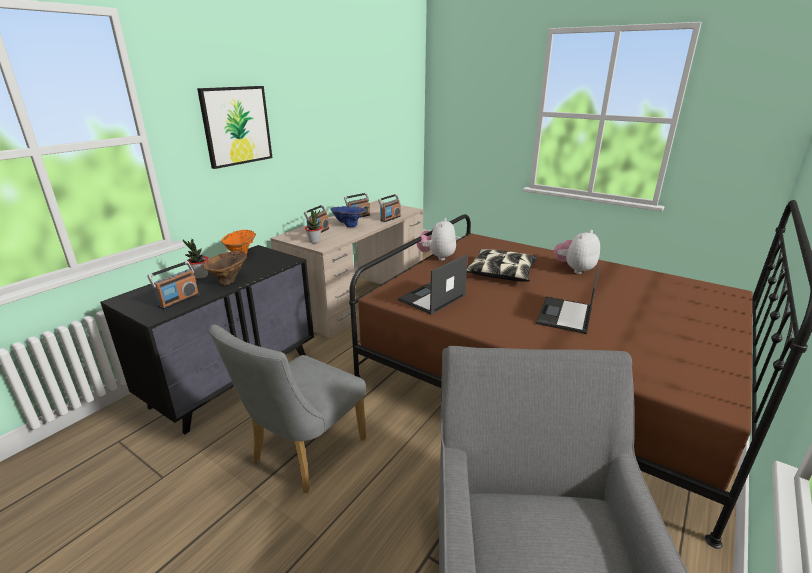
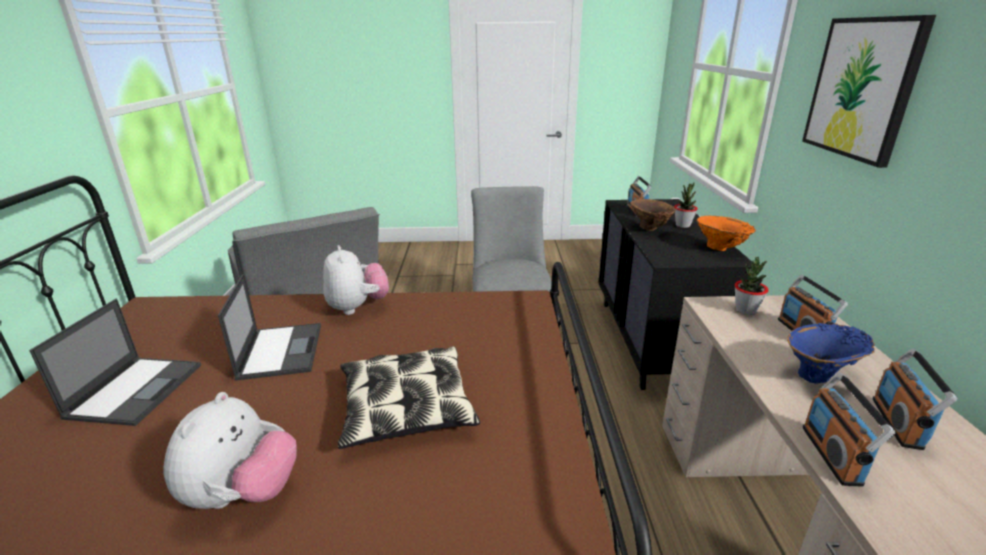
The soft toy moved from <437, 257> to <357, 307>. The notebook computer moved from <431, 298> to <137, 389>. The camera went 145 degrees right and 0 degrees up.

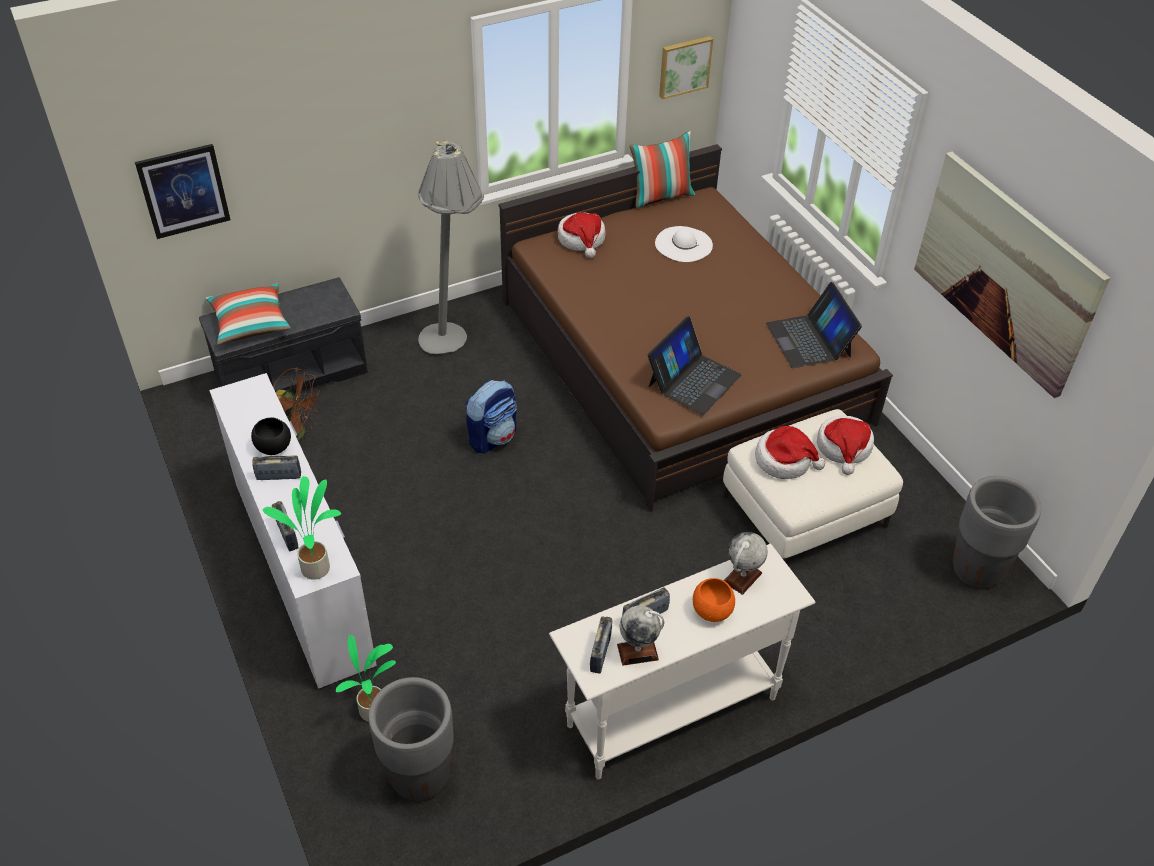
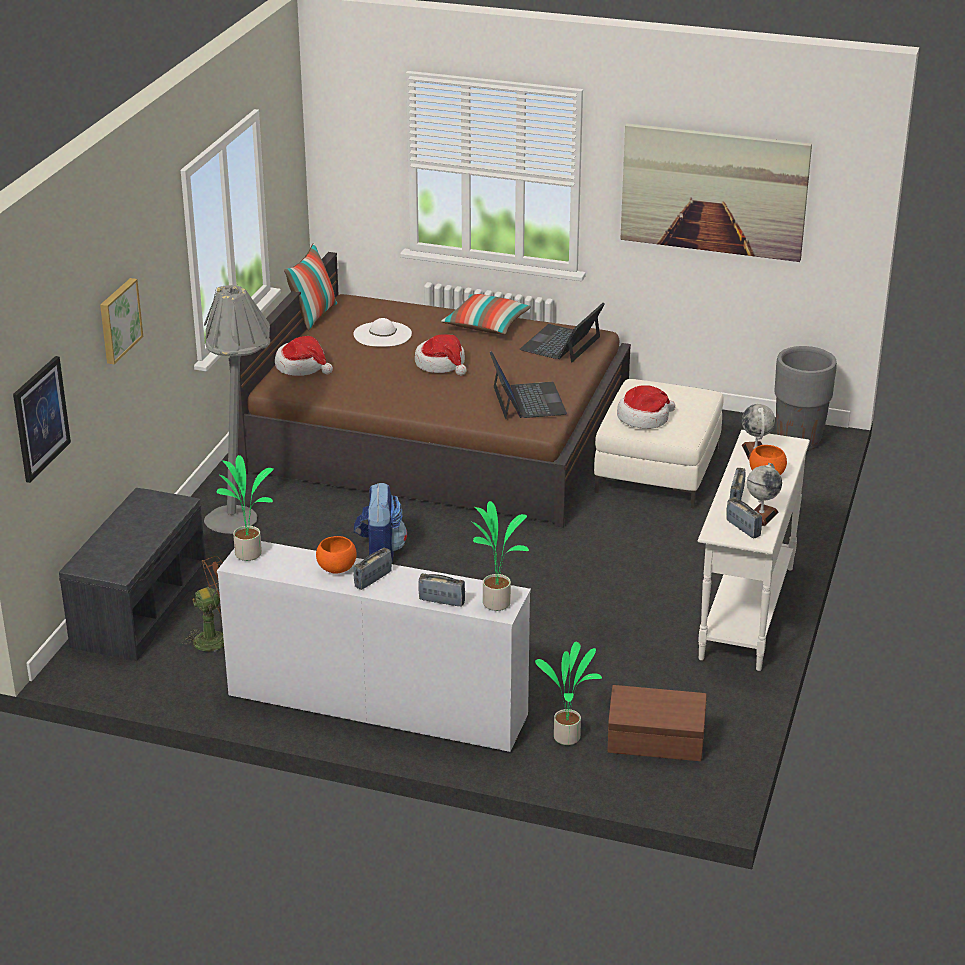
The picture moved from <684, 66> to <118, 320>. The notebook computer at <809, 340> turned 90 degrees clockwise. The cushion moved from <250, 323> to <486, 325>. The hat moved from <844, 448> to <441, 364>. The black-coloured deep dish at <273, 448> became the orangey deep dish at <337, 569>. The gray planter at <420, 777> was replaced by the brown storage container at <656, 744>. The potted plant at <248, 553> appeared. The camera went 45 degrees left and 15 degrees down.

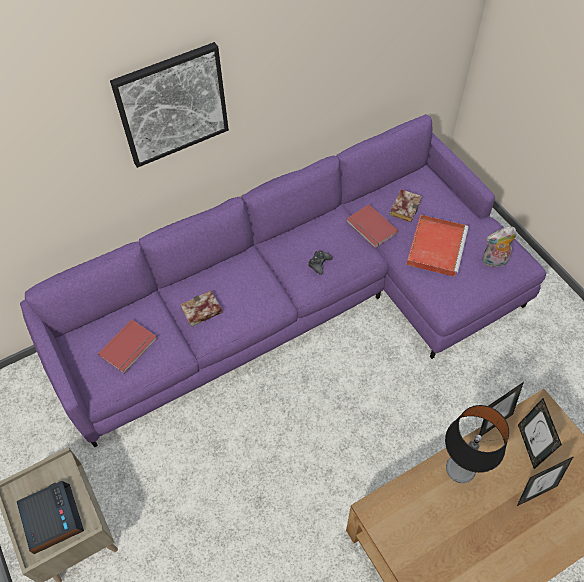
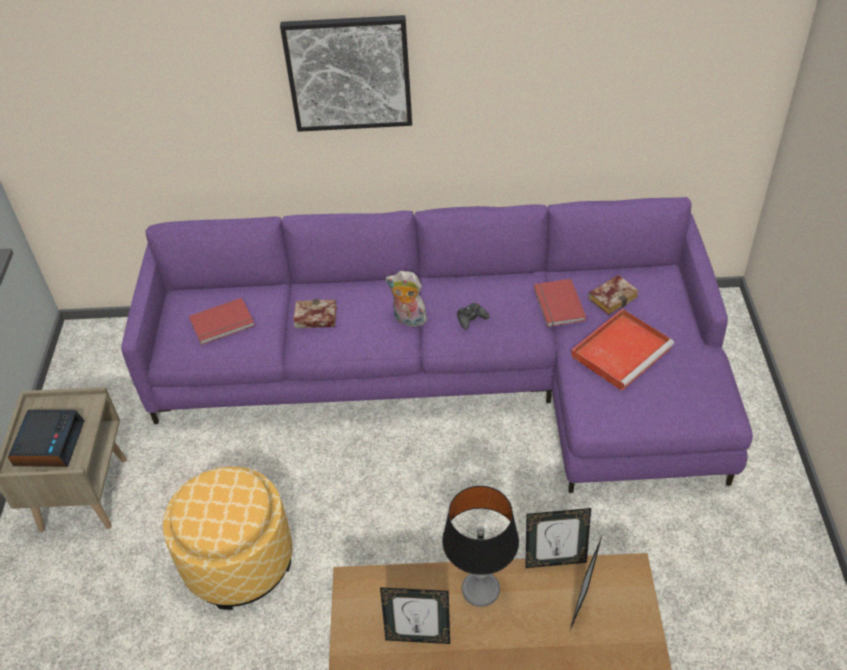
The soft toy moved from <494, 262> to <408, 320>. The standing frame moved from <534, 492> to <418, 637>. The footrest at <238, 561> appeared. The camera went 30 degrees right and 10 degrees down.

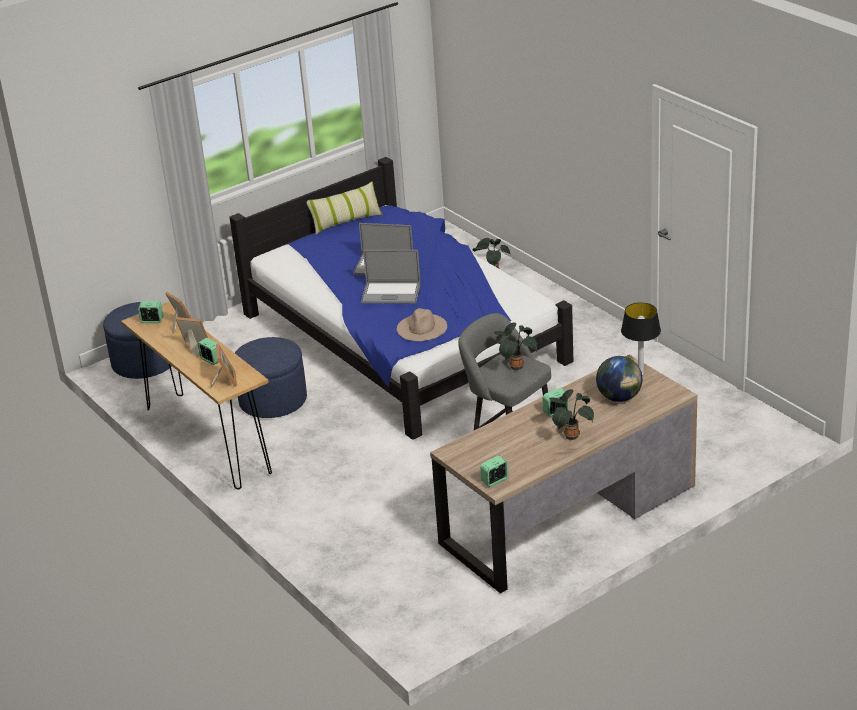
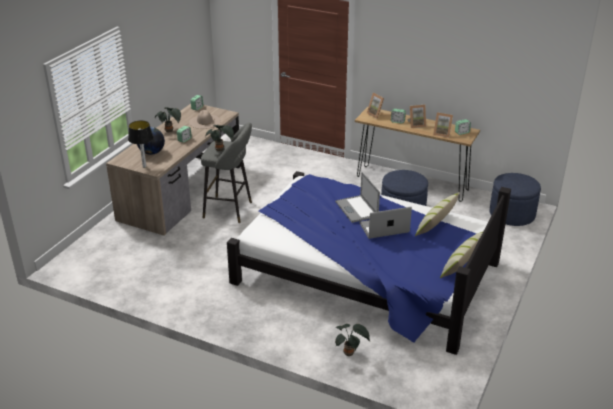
The notebook computer at <391, 293> turned 90 degrees counterclockwise. The beige hat moved from <422, 327> to <204, 121>. The cushion at <435, 224> appeared. The camera went 150 degrees right and 0 degrees up.

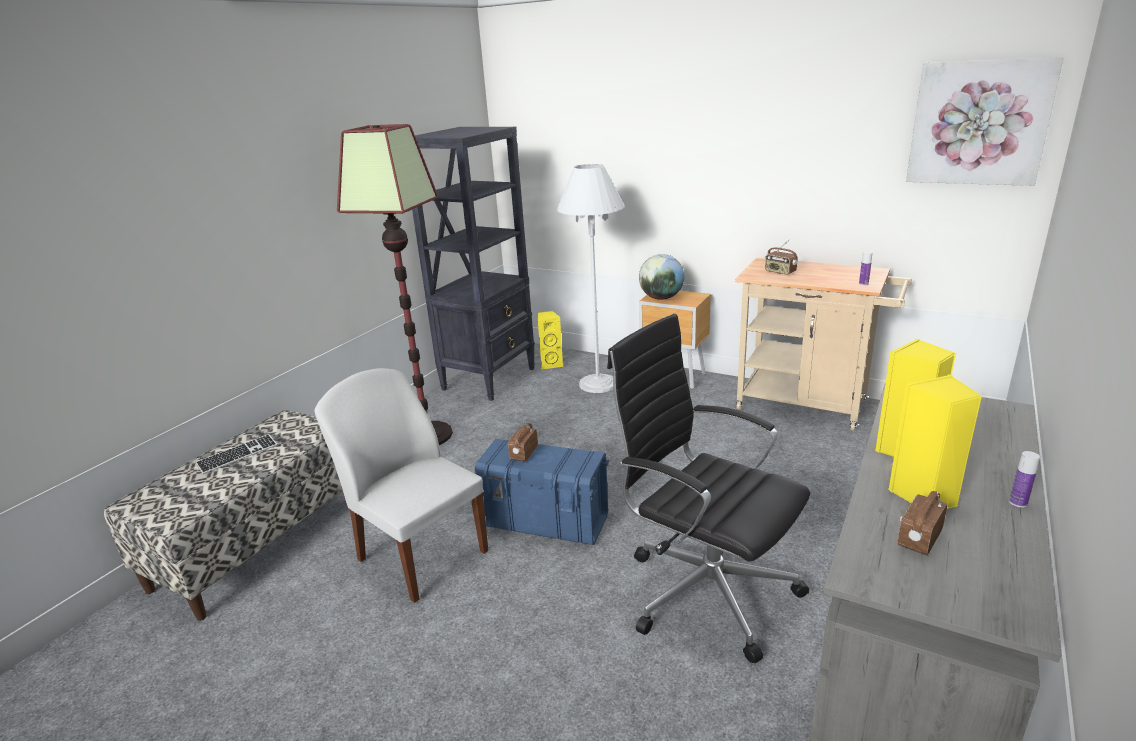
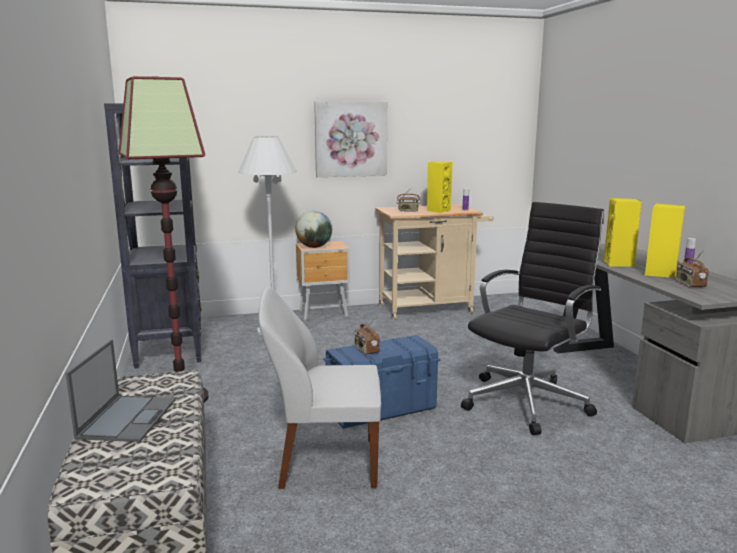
The picture moved from <979, 123> to <350, 139>. The yellowish loudspeaker moved from <551, 364> to <438, 211>. The black-coloured office chair at <705, 589> turned 135 degrees clockwise. The keyboard at <238, 455> was replaced by the notebook computer at <128, 418>. The camera went 45 degrees left and 10 degrees down.

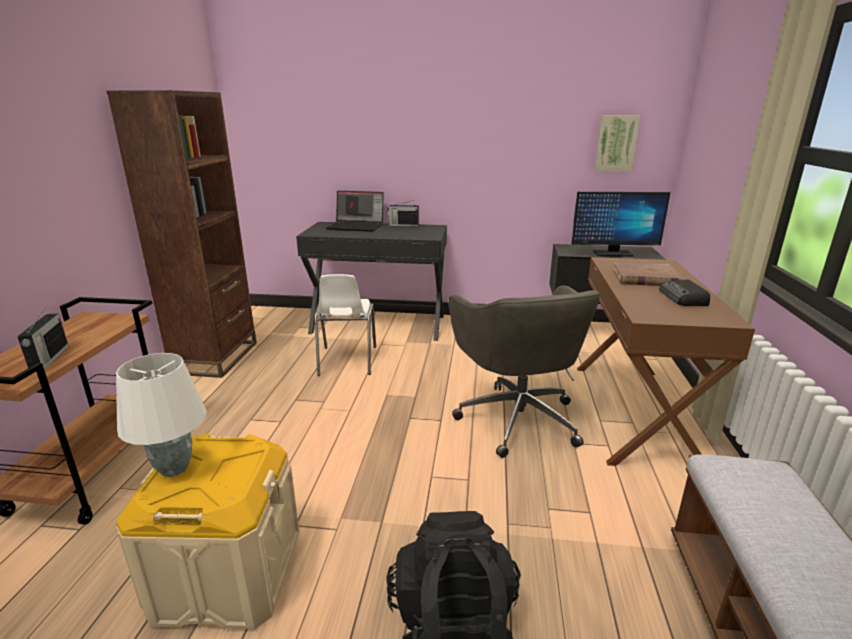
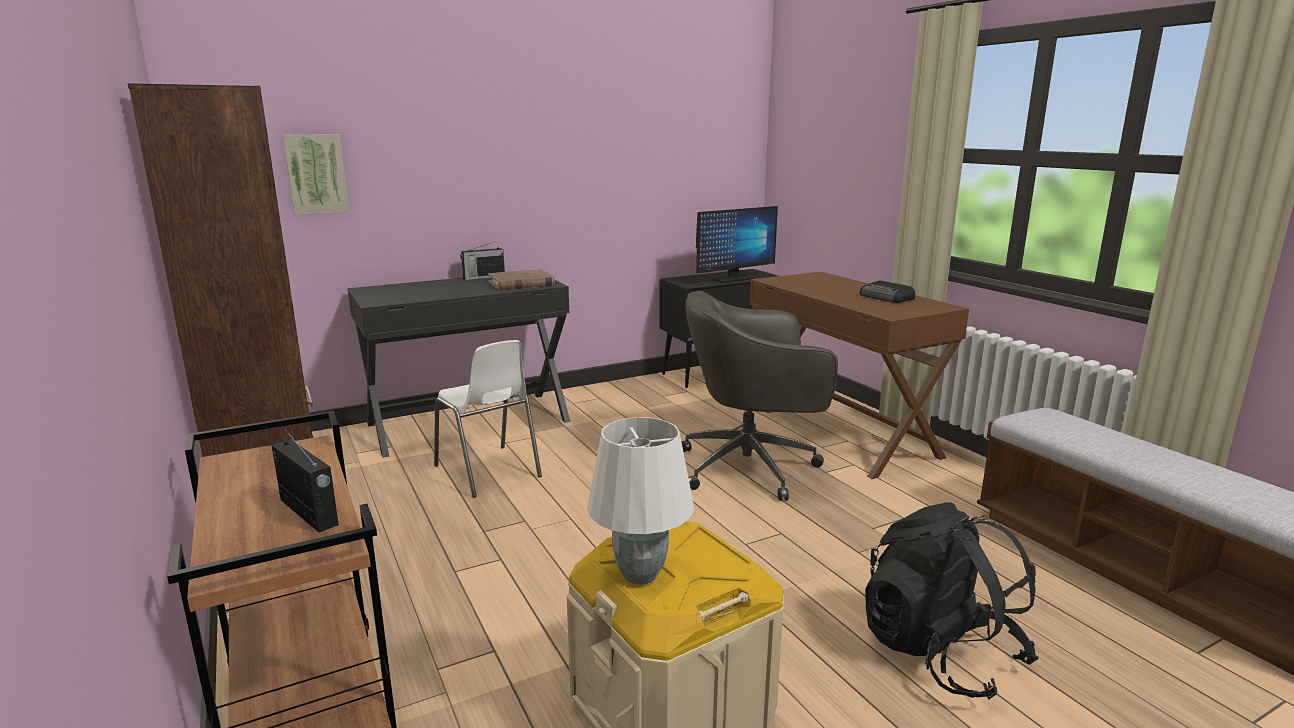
The picture moved from <616, 143> to <316, 174>. The notebook computer at <356, 226> disappeared. The brown bound book moved from <645, 278> to <521, 284>. The gray office chair at <517, 417> turned 135 degrees clockwise. The camera went 35 degrees left and 5 degrees down.

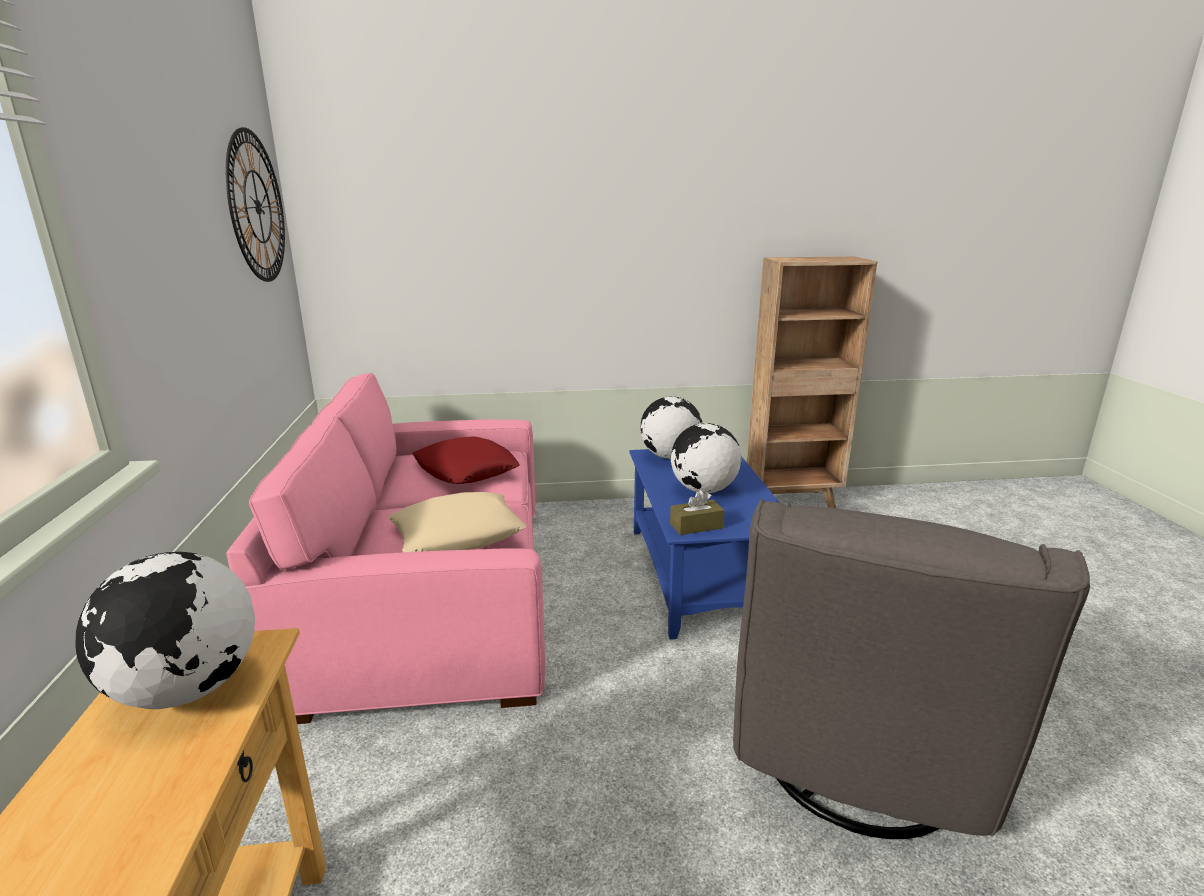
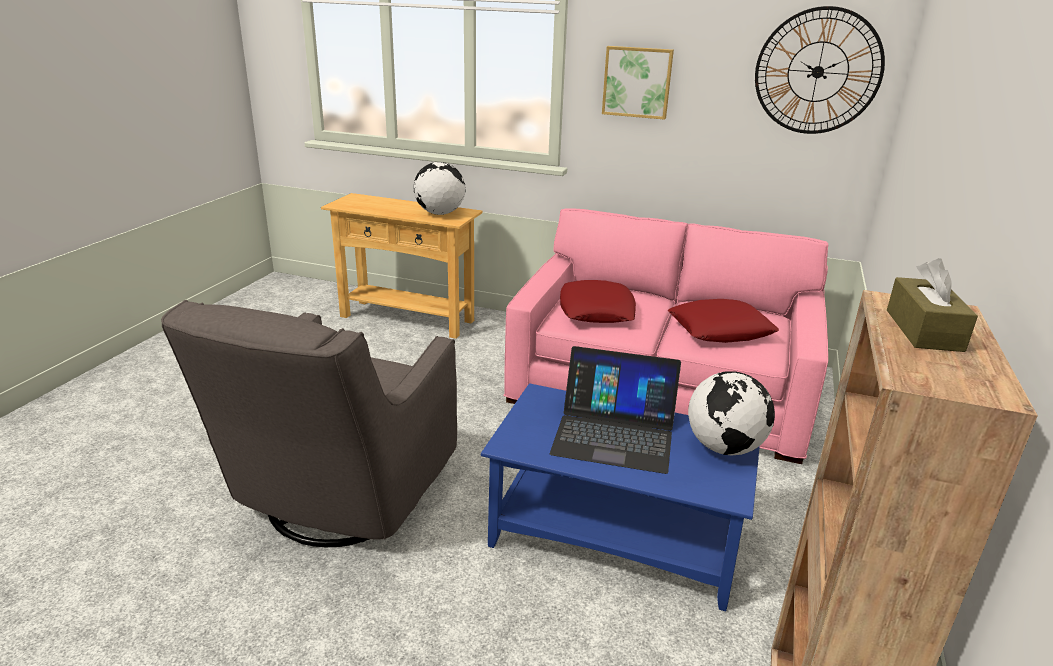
The globe at <703, 490> was replaced by the notebook computer at <614, 434>. The brown tissue box moved from <696, 526> to <923, 330>. The beige cushion at <458, 534> became the reddish cushion at <596, 310>. The gray armchair at <856, 762> turned 120 degrees counterclockwise. The picture at <637, 82> appeared. The camera went 115 degrees right and 5 degrees up.

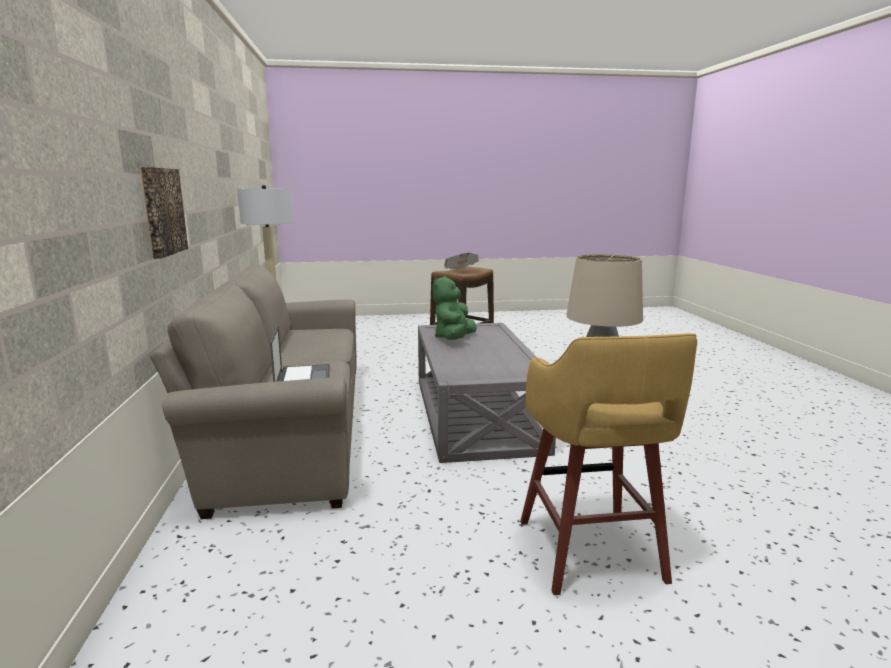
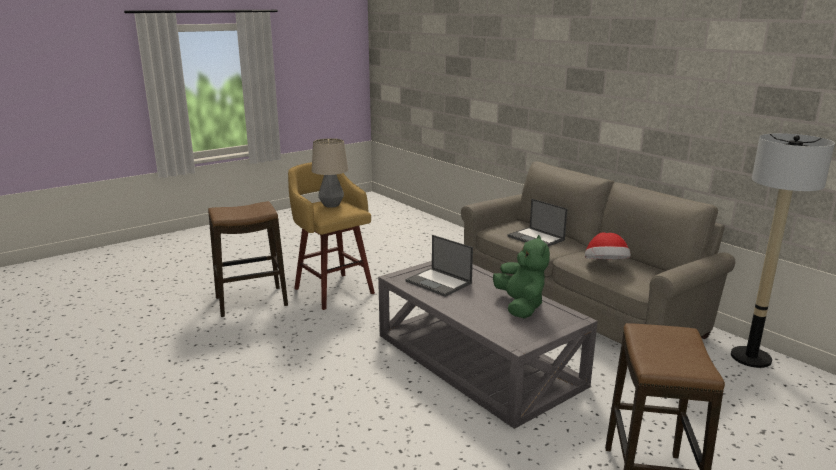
The picture at <162, 211> disappeared. The daily paper at <461, 271> disappeared. The stool at <251, 302> appeared. The hat at <605, 266> appeared. The notebook computer at <439, 282> appeared. The camera went 150 degrees right and 5 degrees up.

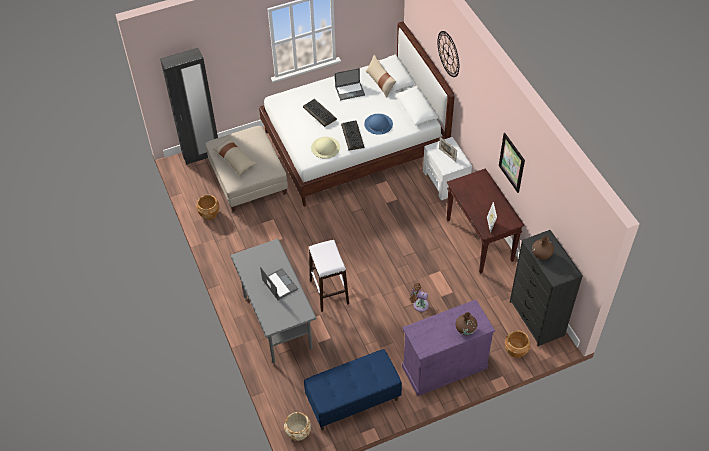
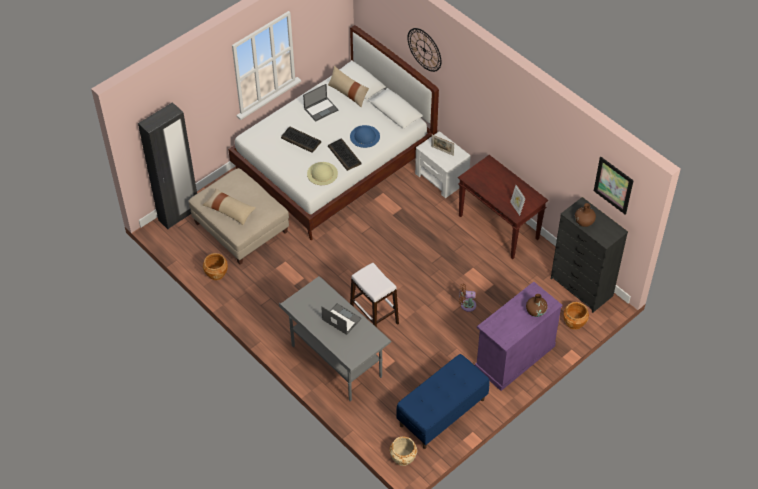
The picture moved from <512, 162> to <613, 185>. The camera went 20 degrees left and 0 degrees up.

